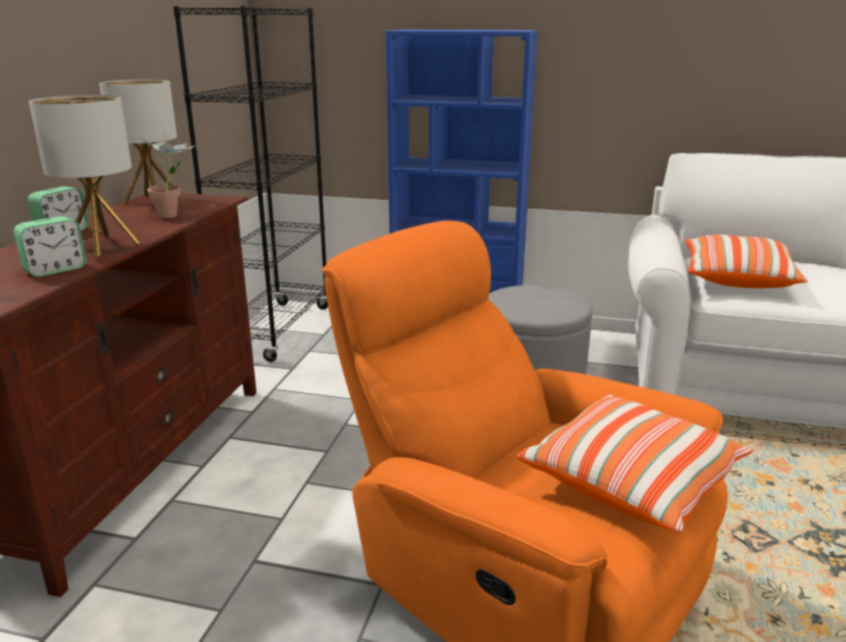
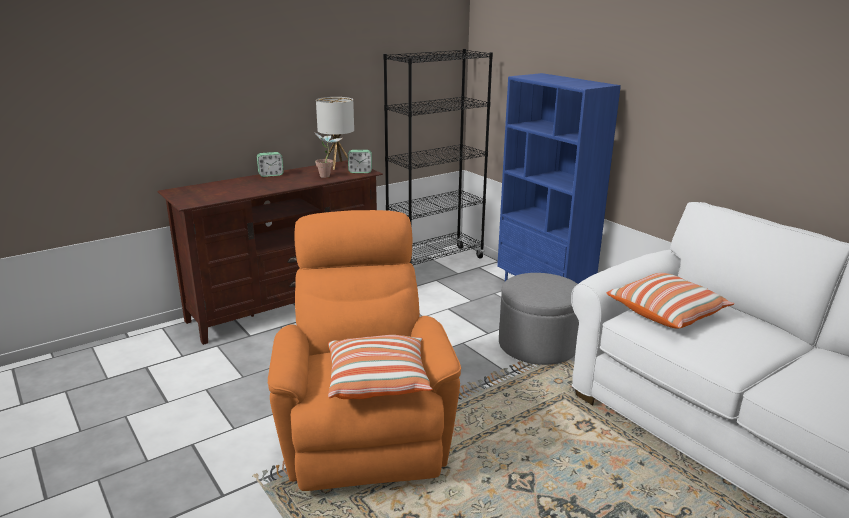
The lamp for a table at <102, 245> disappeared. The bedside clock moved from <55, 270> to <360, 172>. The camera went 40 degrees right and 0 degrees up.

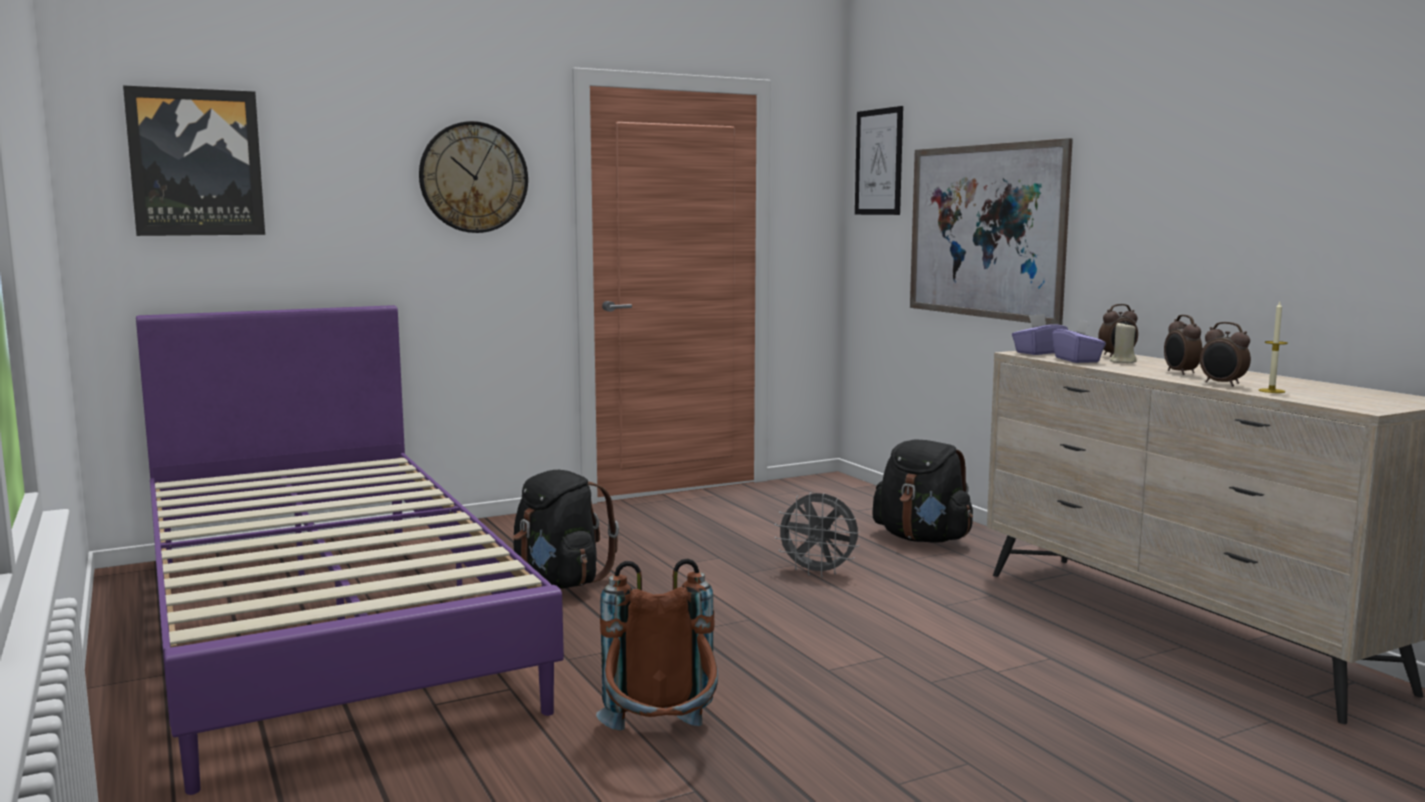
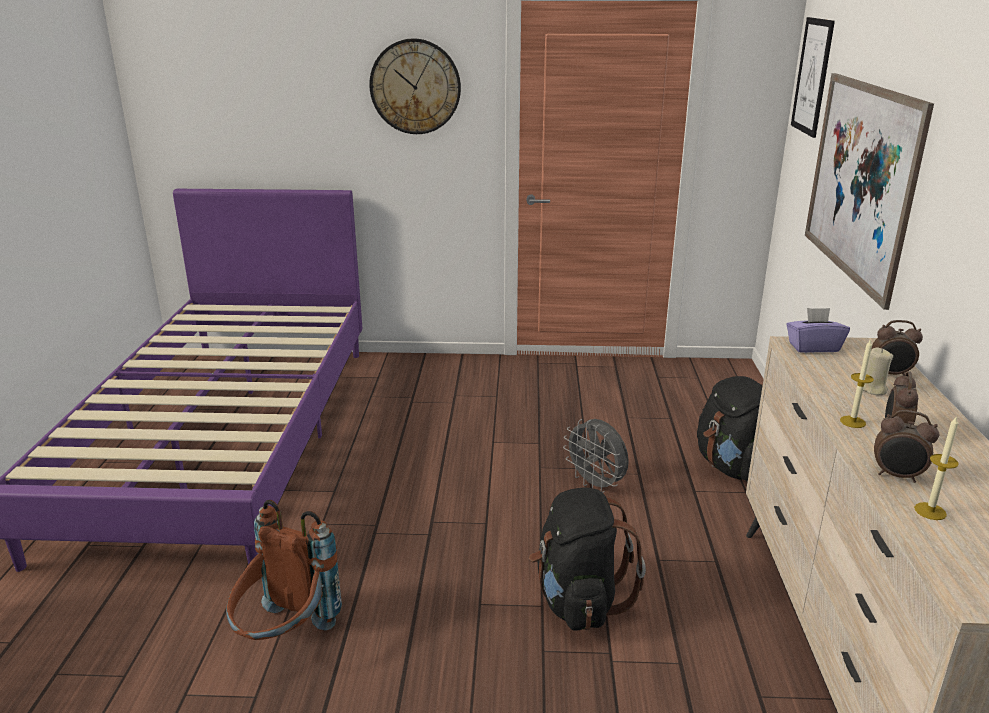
The picture at <196, 162> disappeared. The purplish tissue box at <1077, 360> disappeared. The bedside clock at <1222, 384> turned 60 degrees counterclockwise. The black-coloured knapsack moved from <559, 582> to <578, 601>. The wax candle at <852, 422> appeared. The camera went 30 degrees right and 15 degrees up.

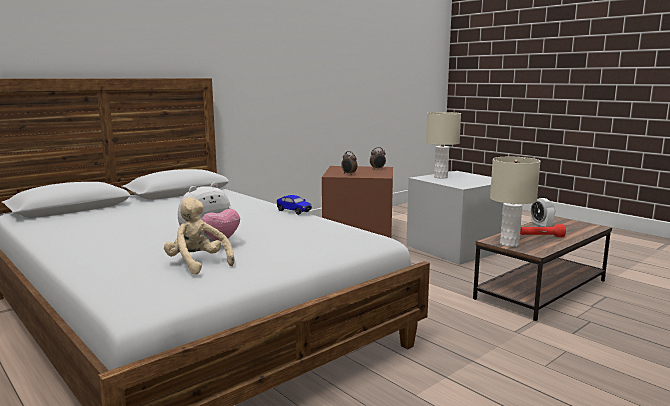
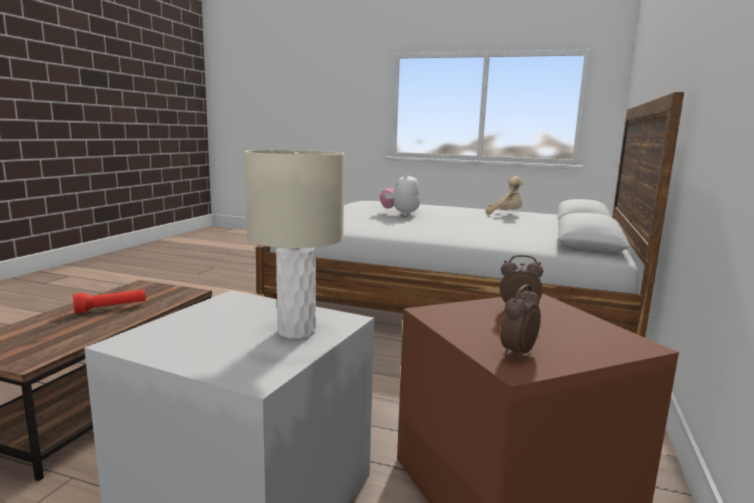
The beige lamp for a table at <509, 244> disappeared. The model car at <294, 211> disappeared. The beige soft toy moved from <198, 264> to <505, 214>. The bedside clock at <541, 226> disappeared. The camera went 150 degrees right and 0 degrees up.

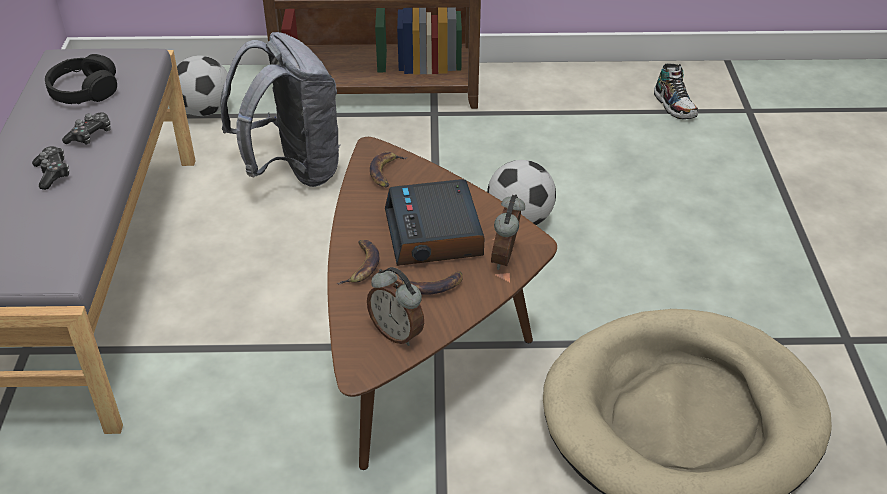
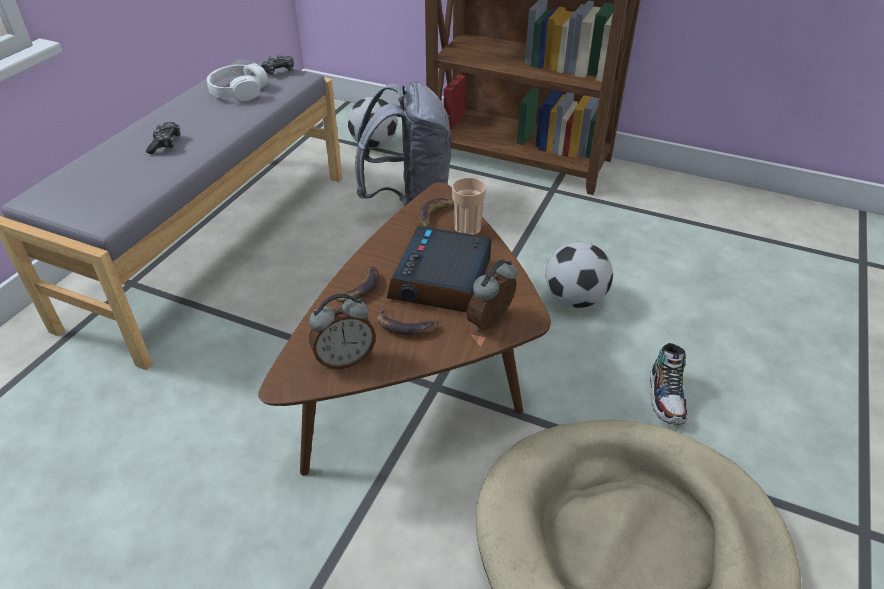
The black-coloured headset at <84, 91> became the white-coloured headset at <238, 91>. The low shoe moved from <674, 105> to <666, 397>. The game controller moved from <90, 136> to <278, 72>. The bedside clock at <397, 333> turned 90 degrees counterclockwise. The drinking cup at <467, 229> appeared. The camera went 25 degrees right and 0 degrees up.

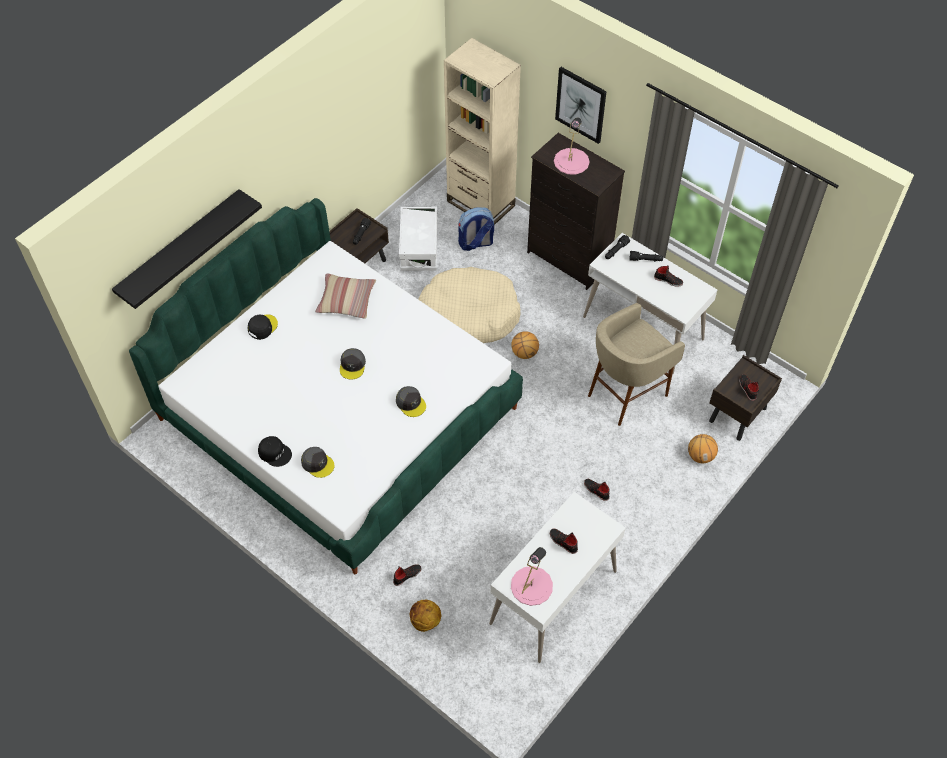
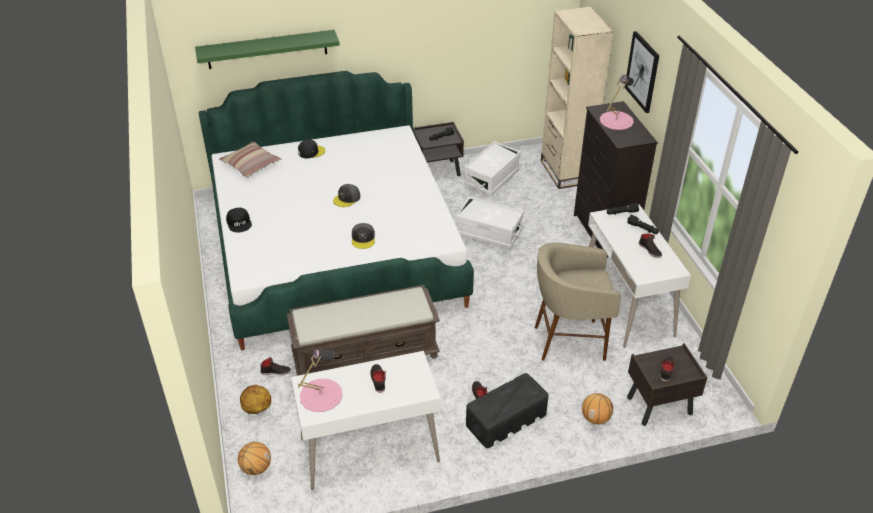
The black-coloured wall shelf at <180, 247> became the green wall shelf at <267, 49>. The knapsack at <475, 243> disappeared. The beige dog bed at <468, 315> was replaced by the white-coloured storage container at <489, 233>. The cushion moved from <346, 300> to <251, 164>. The basketball moved from <524, 353> to <256, 468>. The gray baseball cap at <317, 463> disappeared. The brown long seat at <366, 354> appeared. The black-coloured storage container at <505, 420> appeared. The camera went 35 degrees right and 15 degrees down.

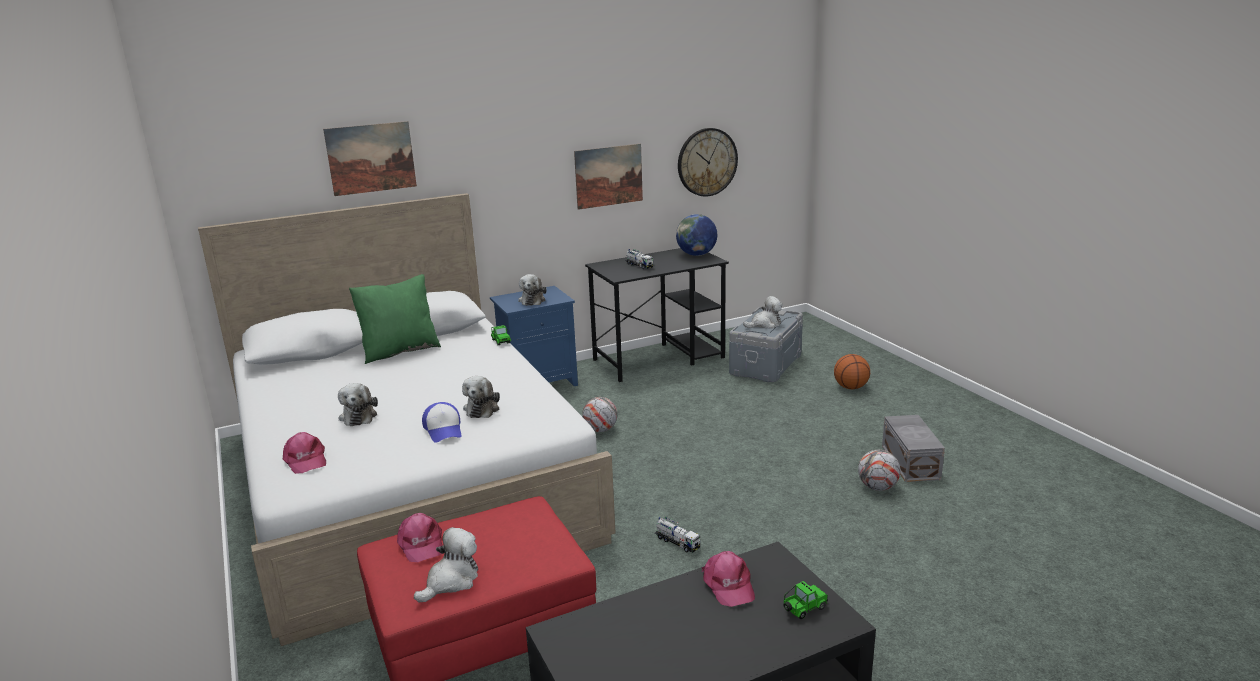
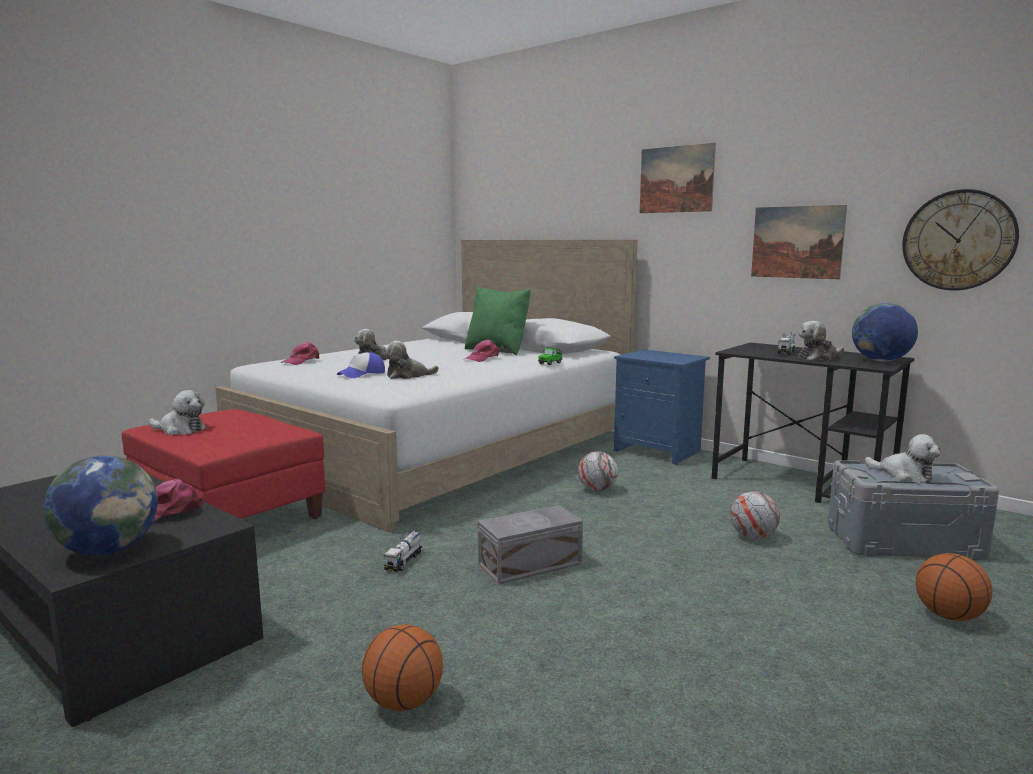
The picture moved from <371, 158> to <676, 179>. The soft toy moved from <532, 300> to <818, 357>. The gray storage container moved from <911, 462> to <532, 564>. The football moved from <877, 487> to <753, 536>. The pink baseball cap moved from <421, 544> to <482, 358>. The model car at <803, 609> was replaced by the globe at <108, 550>. The basketball at <403, 702> appeared. The camera went 65 degrees right and 10 degrees down.

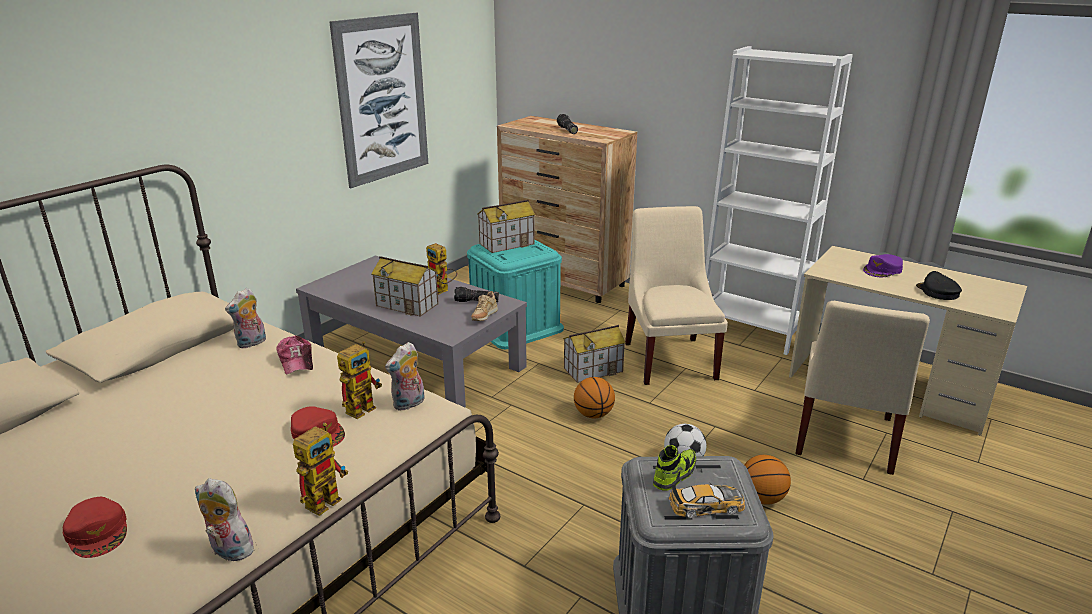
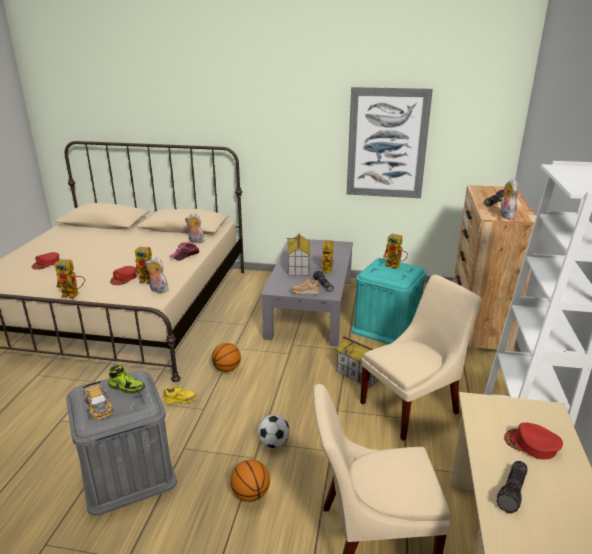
The model house at <507, 244> was replaced by the model robot at <395, 266>. The purplish baseball cap at <882, 270> became the reddish baseball cap at <531, 444>. The black-coloured baseball cap at <937, 292> was replaced by the flashlight at <513, 492>. The basketball moved from <593, 414> to <227, 369>. The soft toy moved from <229, 551> to <505, 215>. The yellowish low shoe at <181, 400> appeared. The camera went 65 degrees right and 0 degrees up.

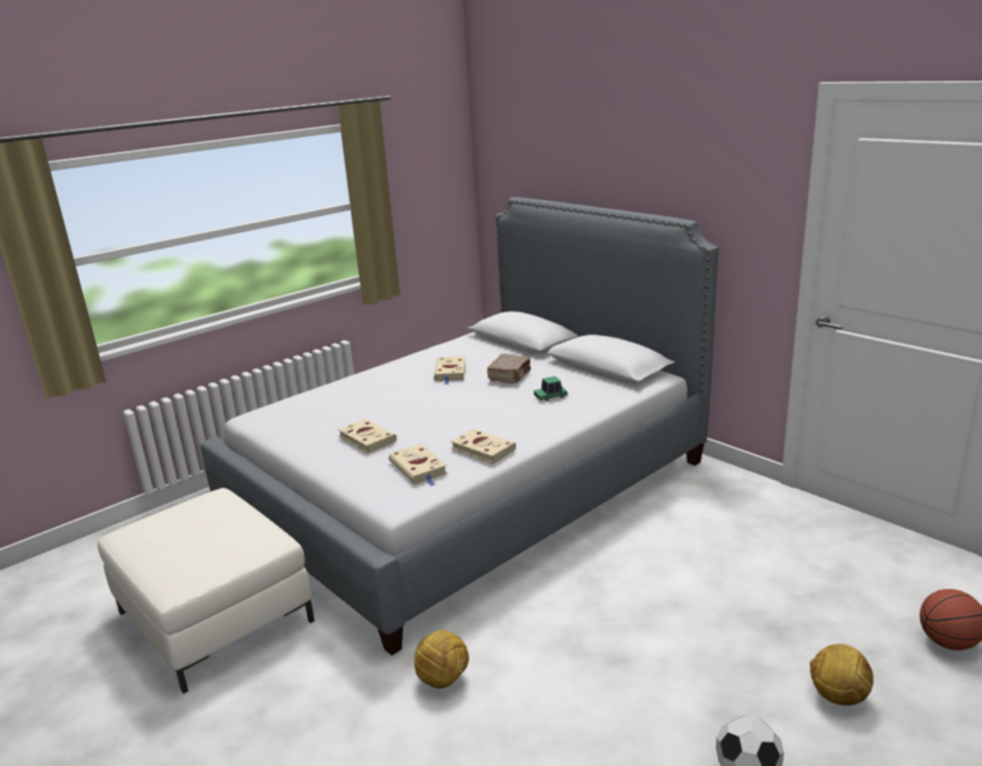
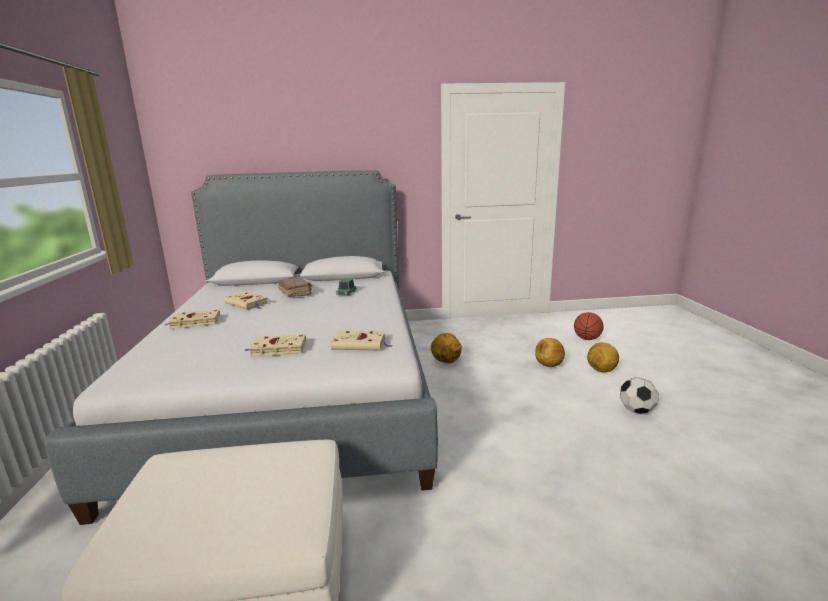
The beige bound book moved from <481, 449> to <194, 322>. The football moved from <443, 679> to <548, 365>. The basketball at <446, 361> appeared. The camera went 55 degrees left and 5 degrees down.

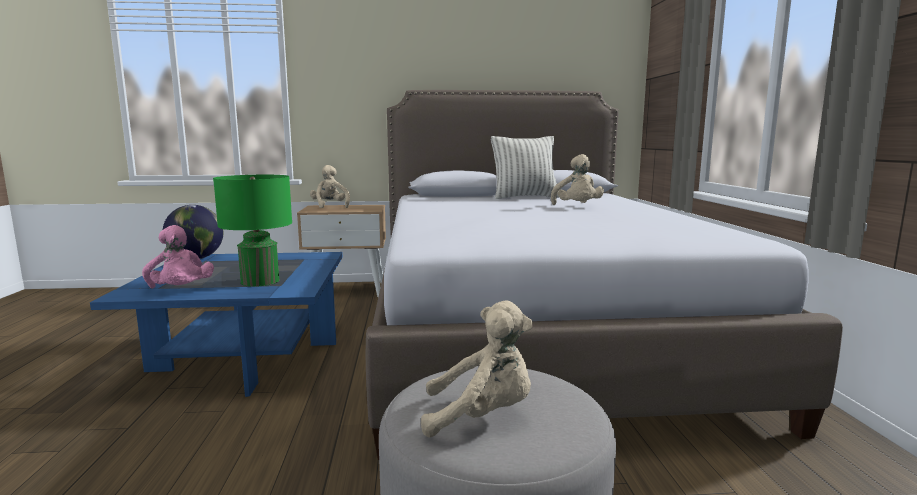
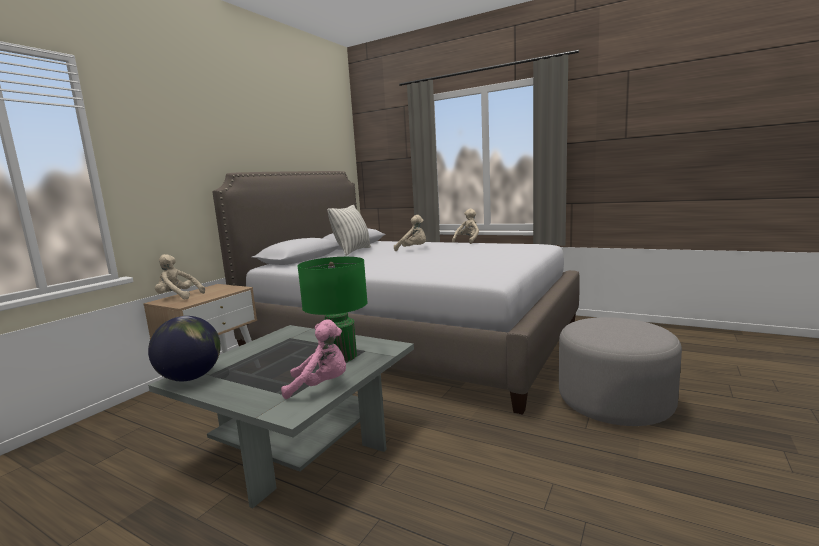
The bluish low table at <246, 357> became the gray low table at <300, 444>. The beige soft toy moved from <482, 416> to <468, 241>. The camera went 55 degrees left and 0 degrees up.

